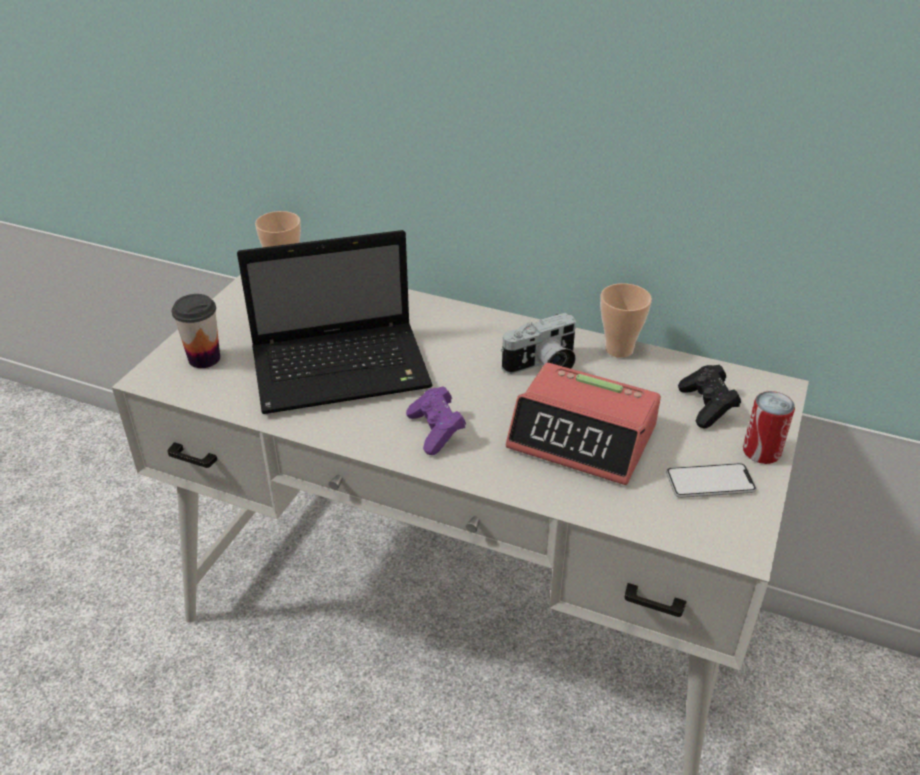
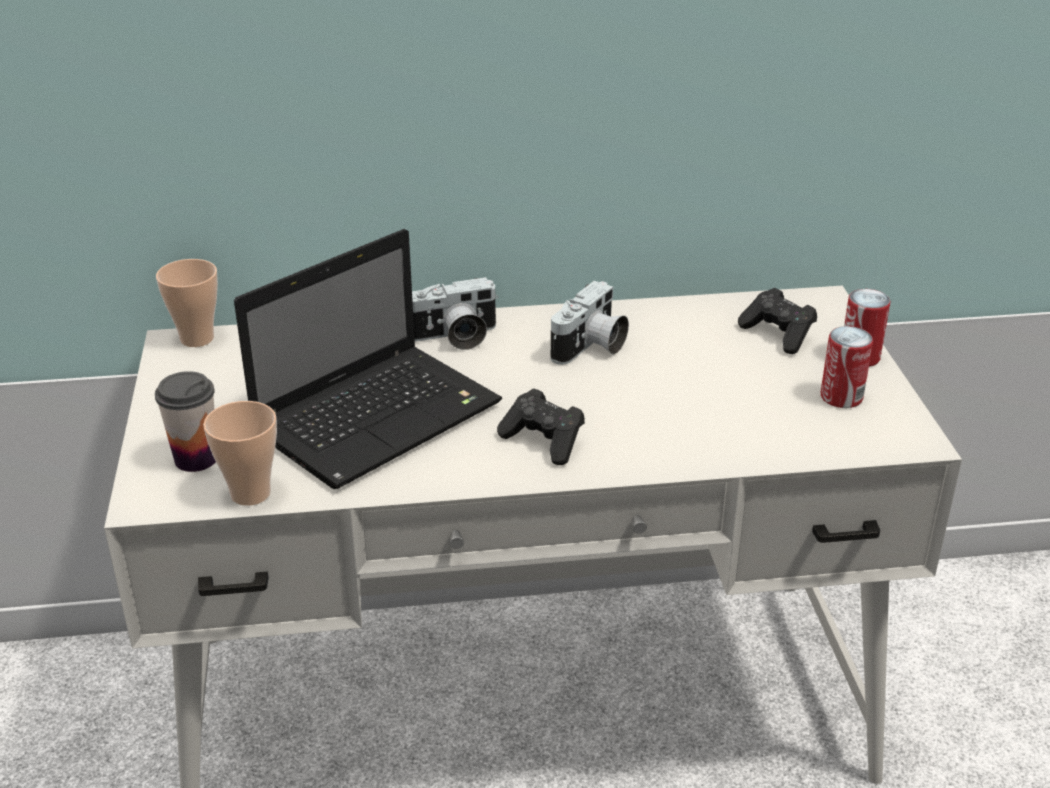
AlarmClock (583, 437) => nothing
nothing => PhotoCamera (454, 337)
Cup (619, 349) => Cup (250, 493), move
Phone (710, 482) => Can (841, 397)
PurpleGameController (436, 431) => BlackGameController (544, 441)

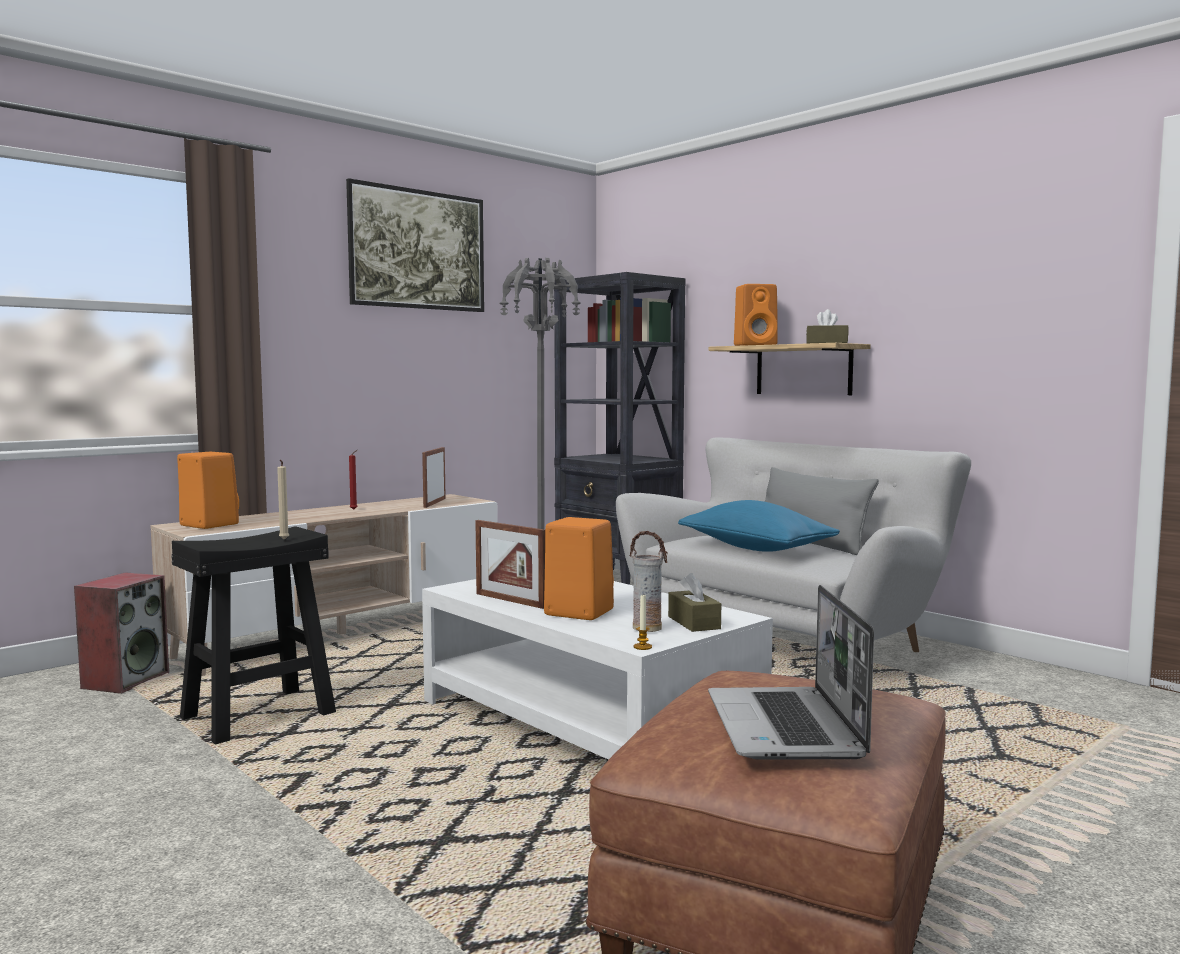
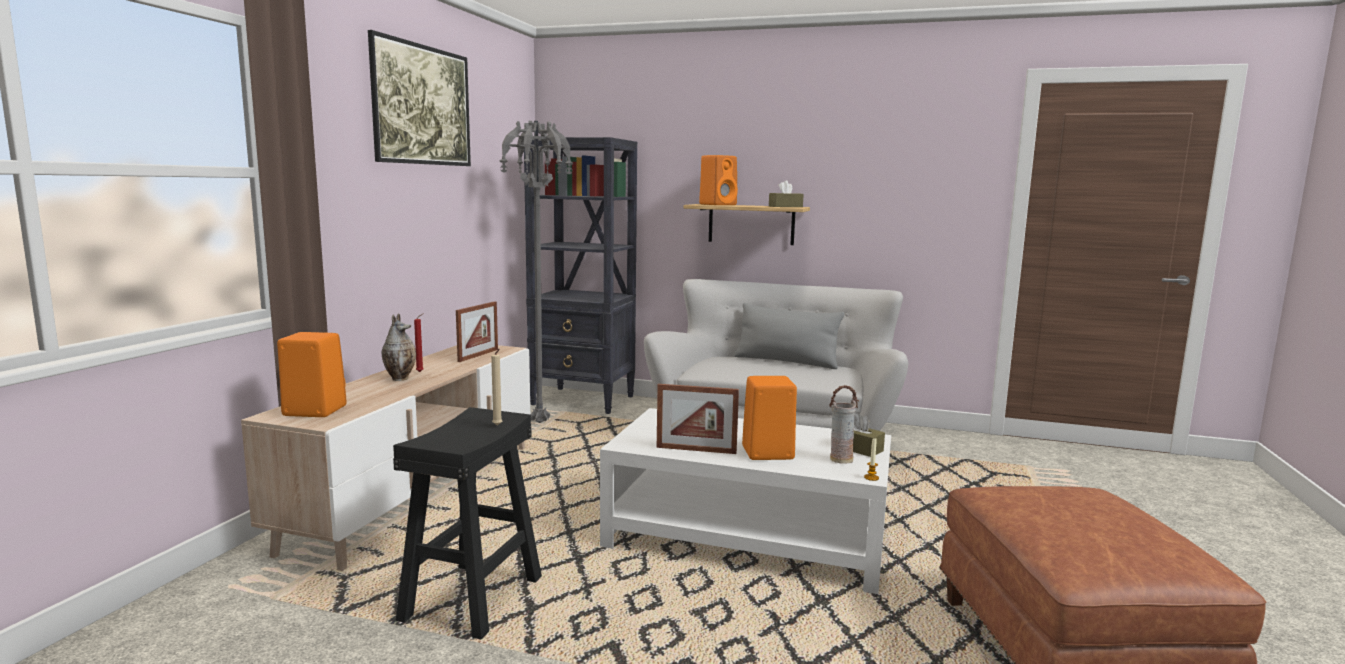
Speaker (125, 680) => nothing
BluePillow (755, 548) => nothing
Laptop (786, 727) => nothing
nothing => Vase (400, 378)
PictureFrame (434, 503) => PictureFrame (478, 355), 135 degrees counterclockwise

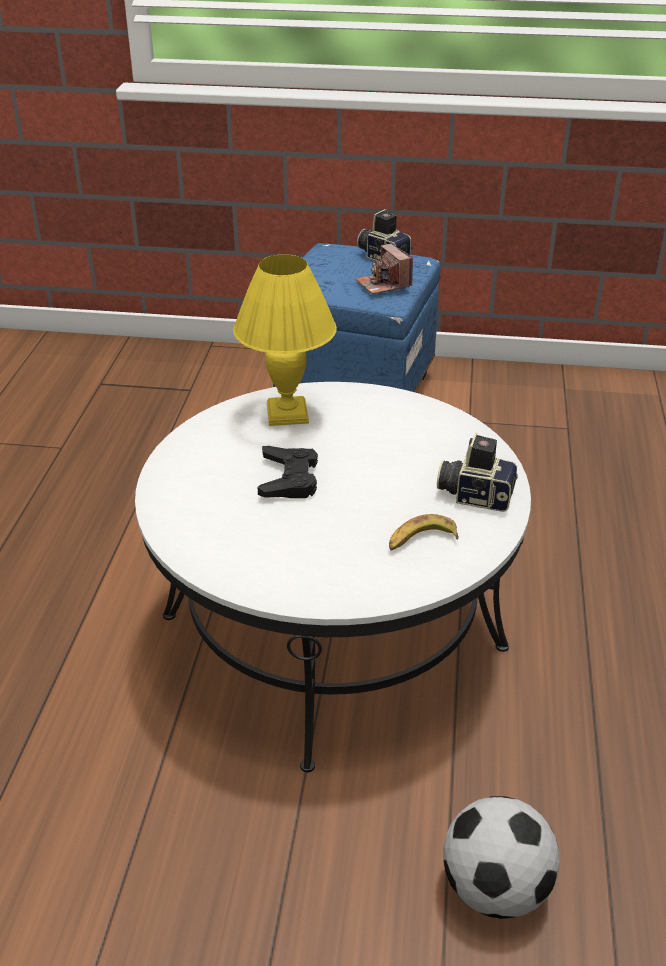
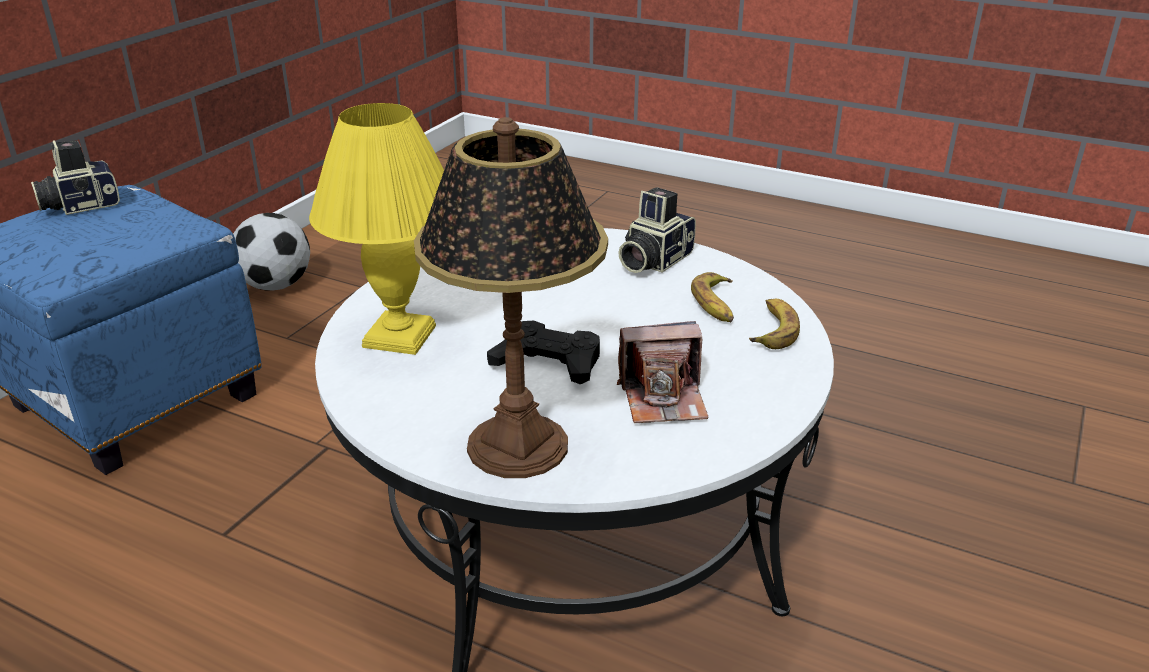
nothing => TableLamp (517, 445)
nothing => Banana (772, 329)
PhotoCamera (383, 284) => PhotoCamera (663, 398), move
Football (495, 888) => Football (275, 285), move

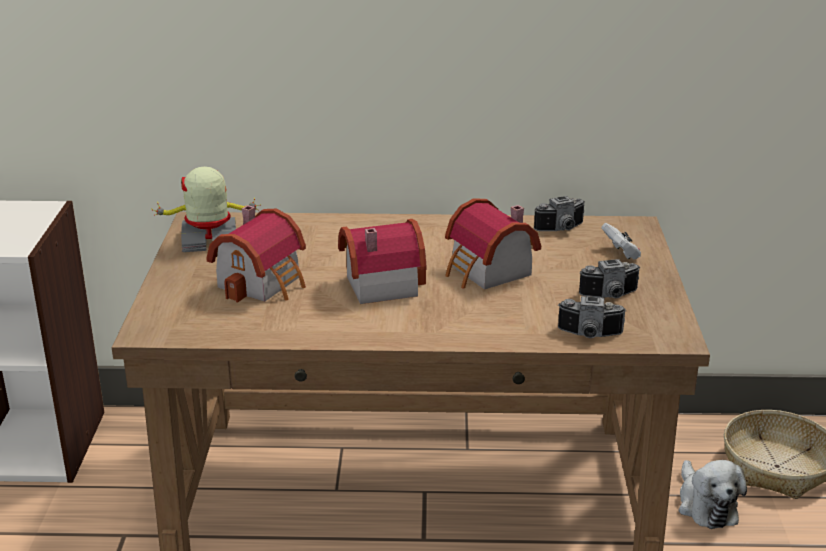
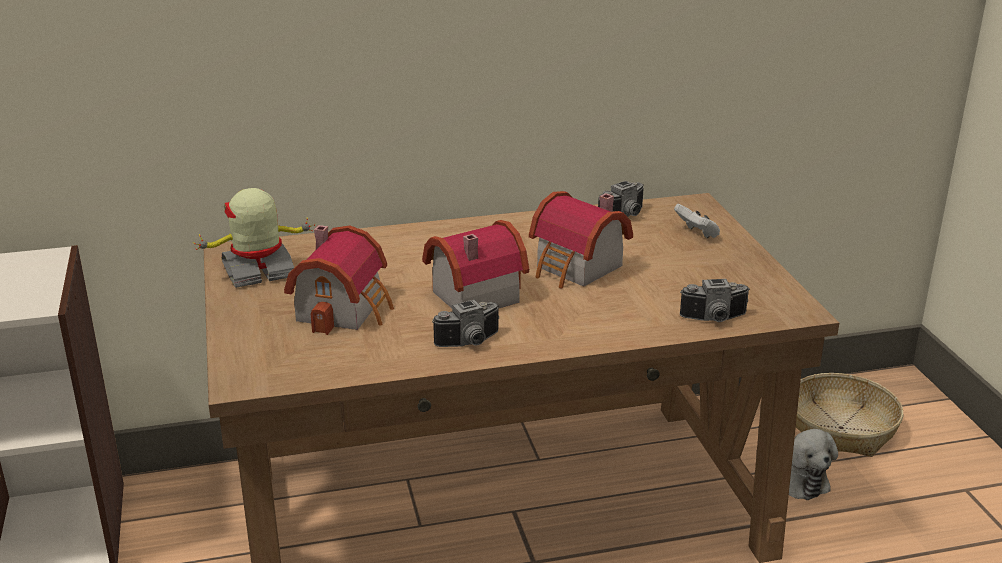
PhotoCamera (611, 296) => PhotoCamera (471, 343), move

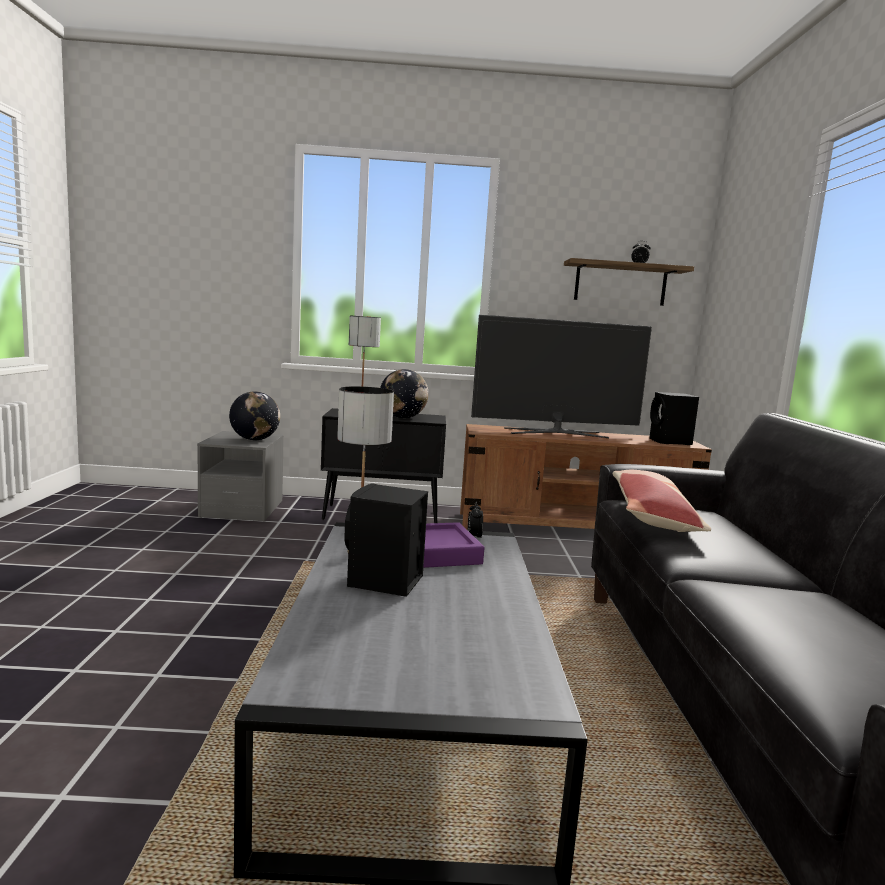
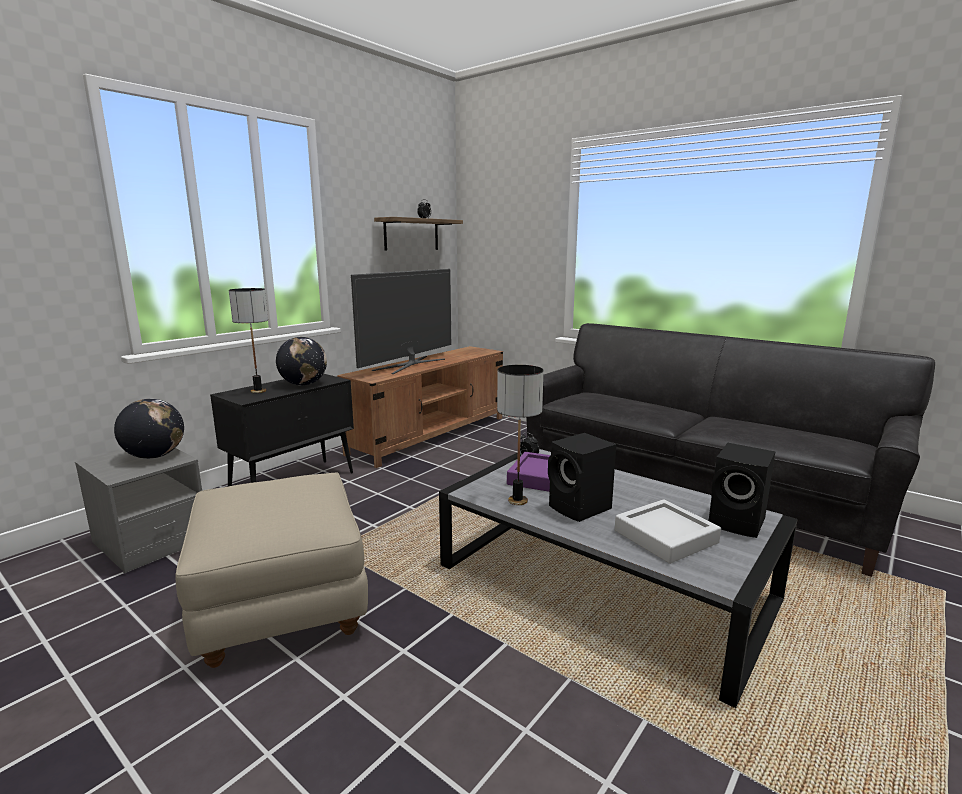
Pillow (652, 515) => nothing
nothing => BeigeOttoman (281, 606)
nothing => GreyTray (665, 537)
BlackSpeaker (670, 442) => BlackSpeaker (739, 523), move

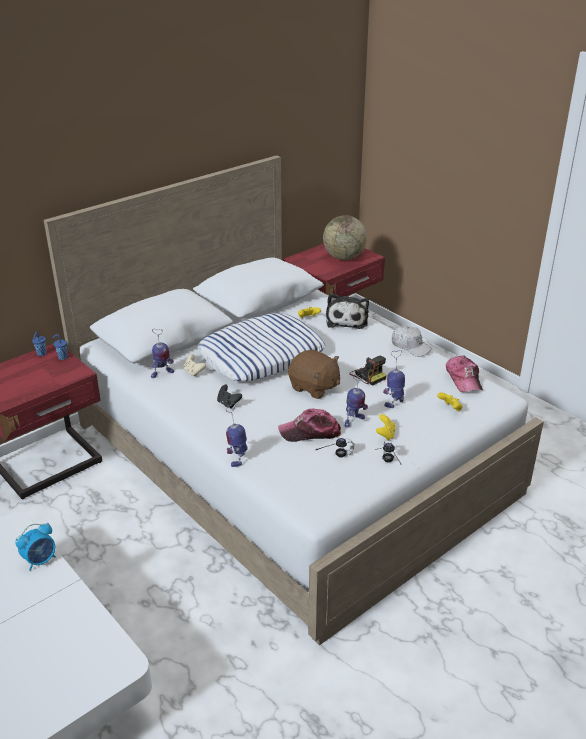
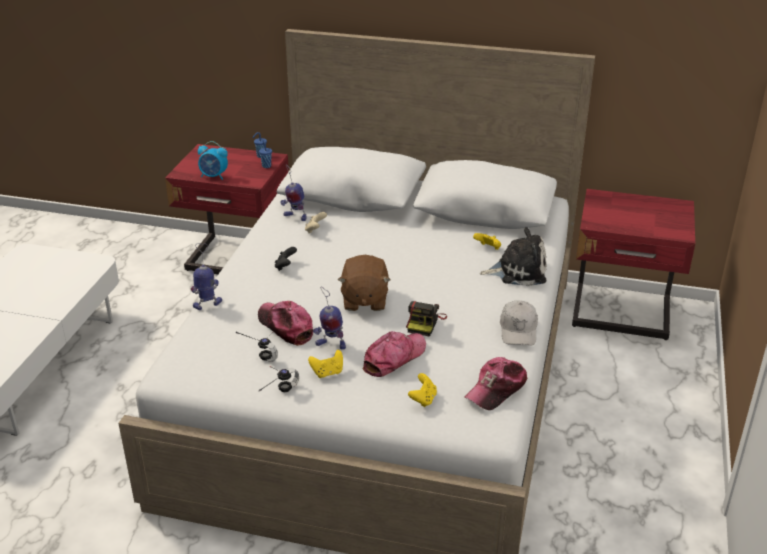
Pillow (261, 355) => nothing
Globe (344, 257) => nothing
AlarmClock (40, 560) => AlarmClock (214, 176), move
ToyRobot (395, 402) => Cap (394, 358)
PlushToy (347, 320) => PlushToy (518, 271), 150 degrees counterclockwise

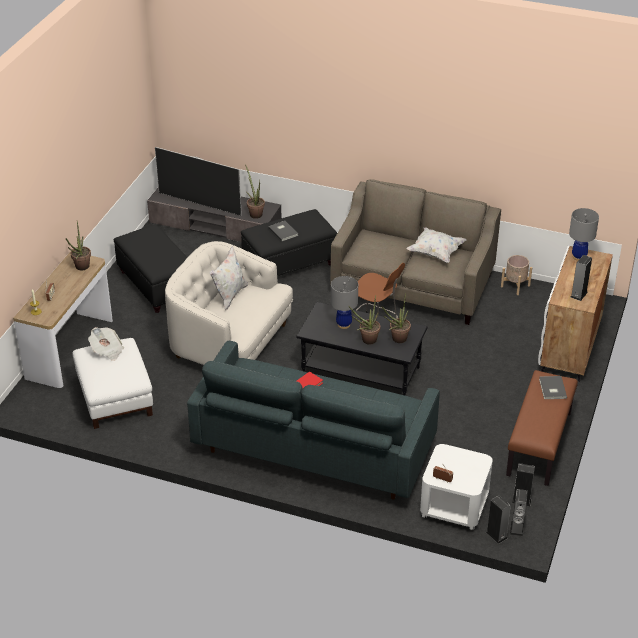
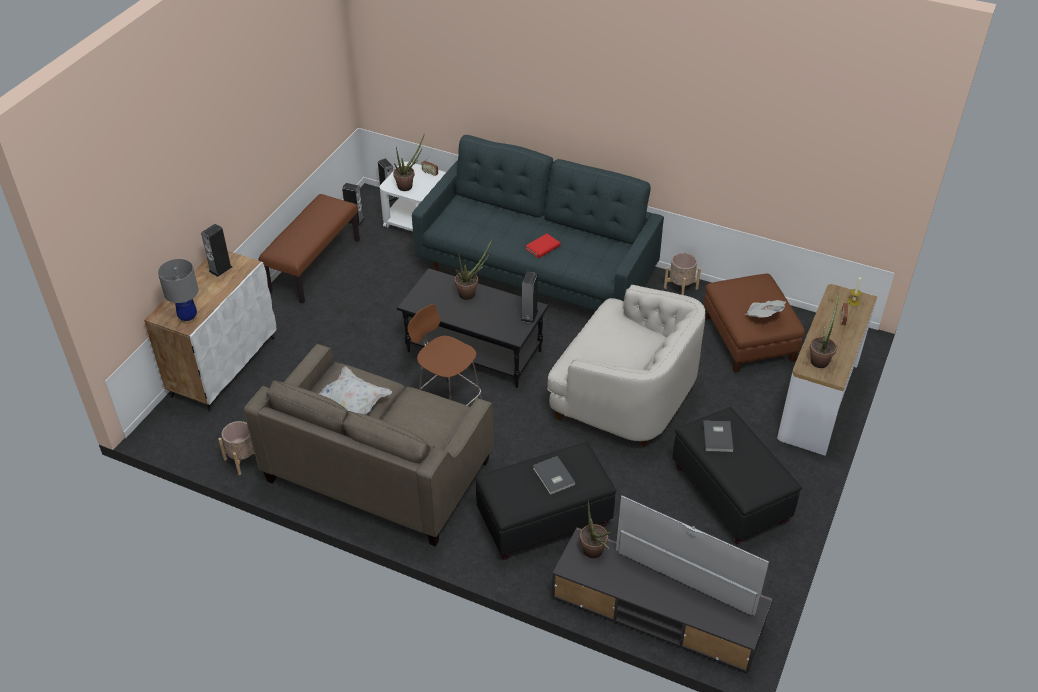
WhitePillow (229, 296) => nothing
GreyTableLamp (344, 324) => nothing
nothing => BeigePlanter (680, 288)
PottedPlant (396, 340) => PottedPlant (408, 185), move
Speaker (517, 528) => Speaker (529, 315), move
GreyBook (551, 389) => GreyBook (718, 437), move
WhiteOttoman (115, 397) => BrownOttoman (747, 338)

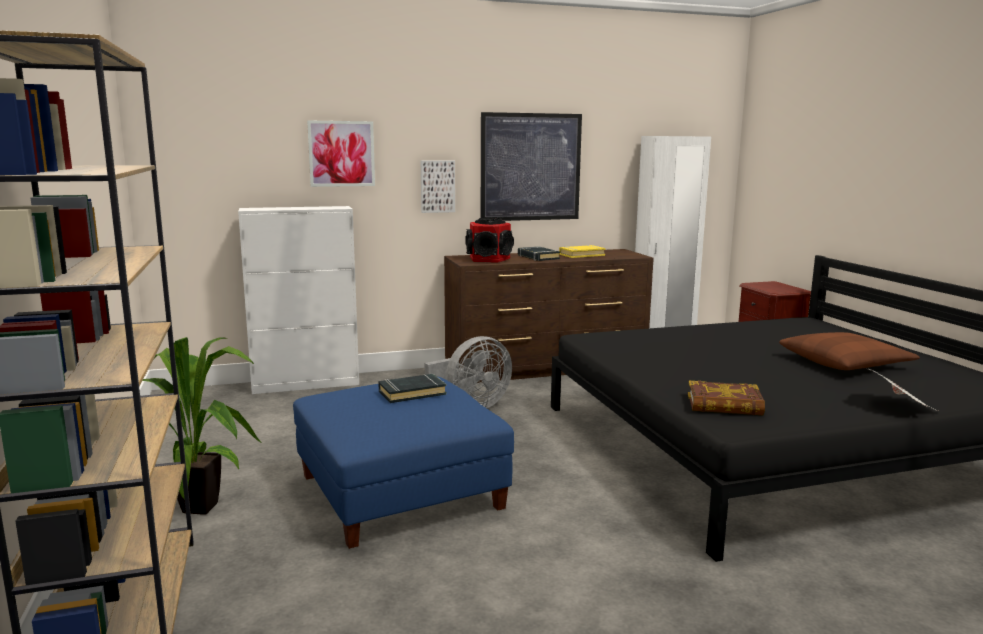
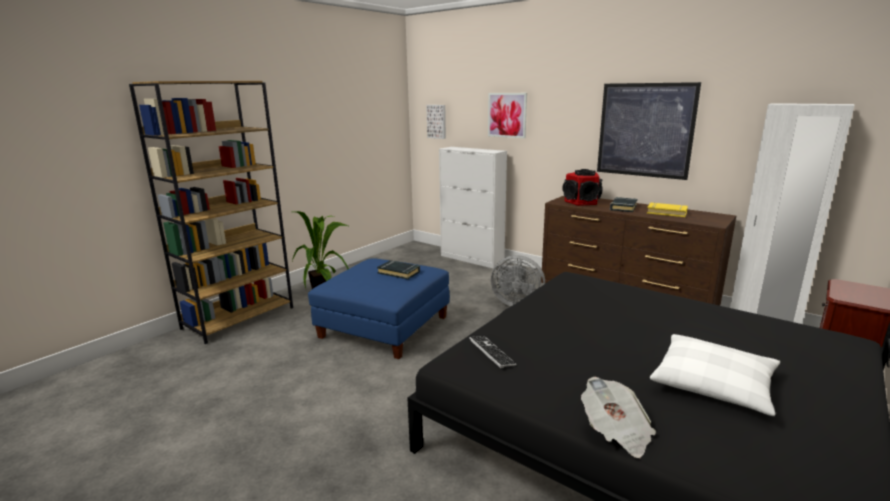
Picture (437, 186) => Picture (437, 121), move
Book (724, 405) => Keyboard (491, 352)
BrownPillow (844, 363) => WhitePillow (713, 384)

